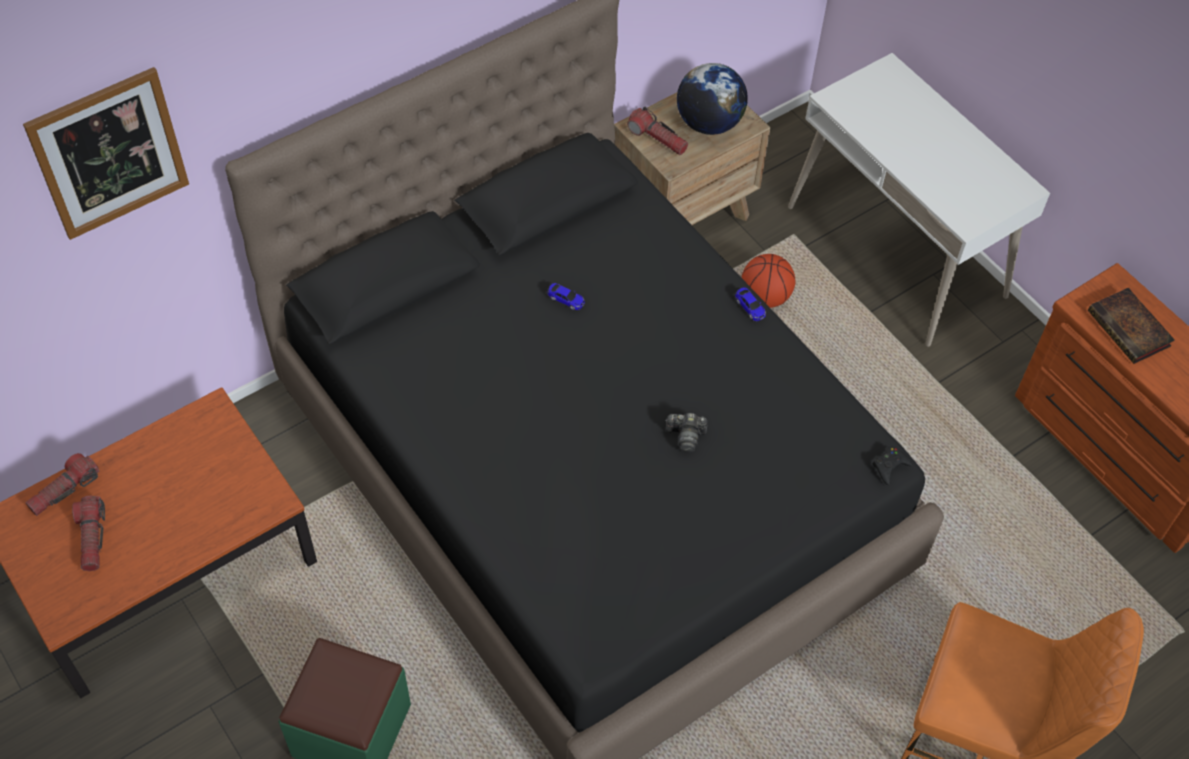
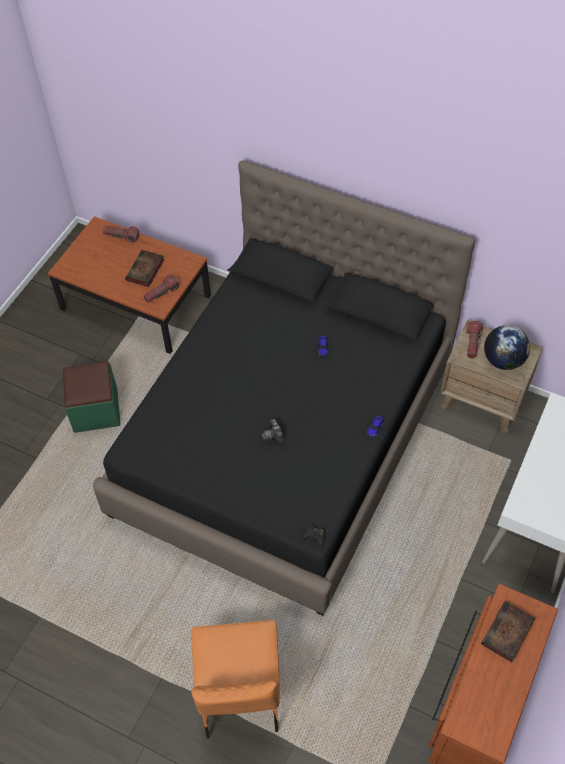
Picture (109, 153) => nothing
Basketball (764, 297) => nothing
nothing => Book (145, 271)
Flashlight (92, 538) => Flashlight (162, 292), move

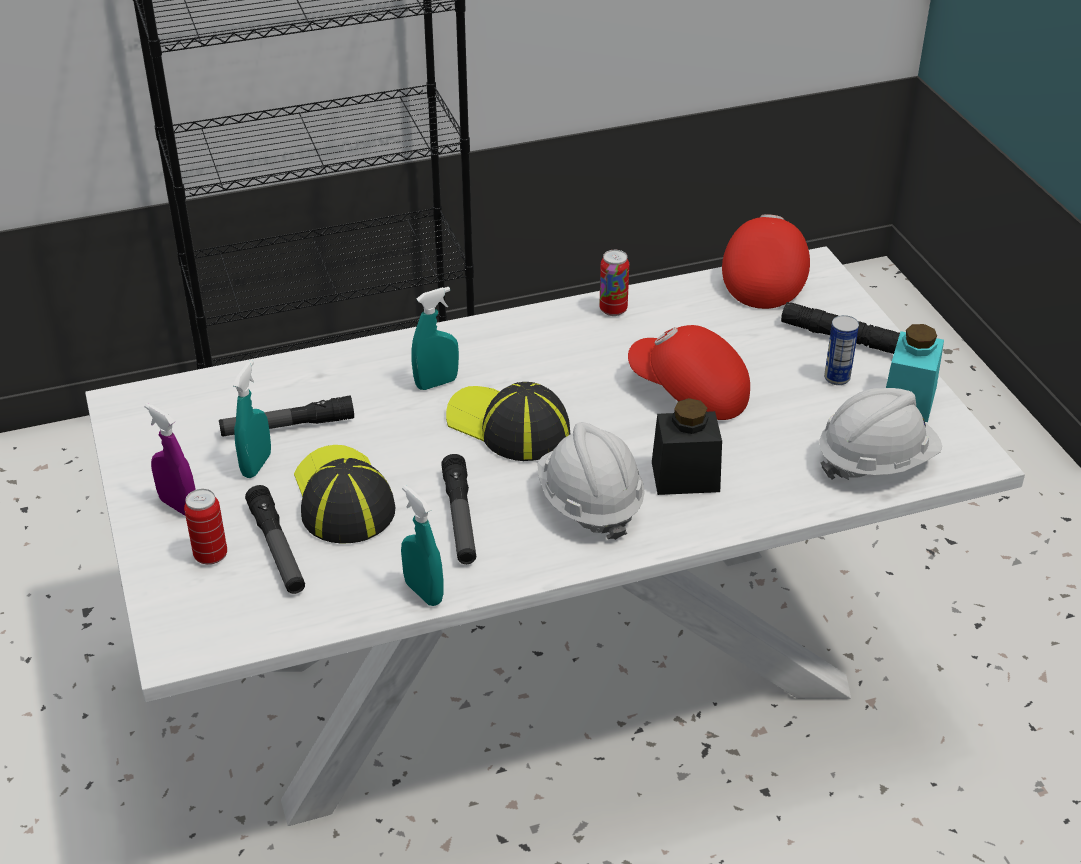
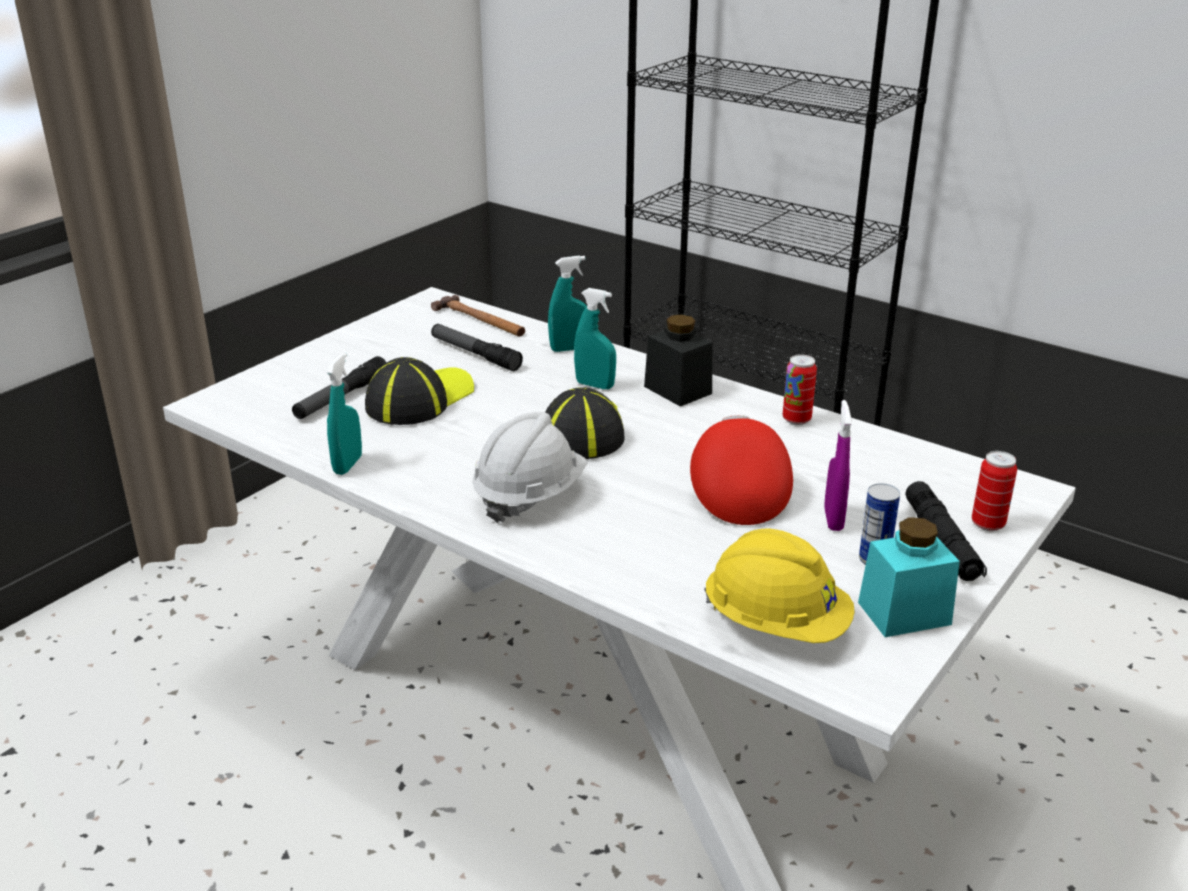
Flashlight (460, 518) => nothing
RedCap (763, 278) => nothing
nothing => Hammer (480, 320)
PurpleSprayBottle (178, 506) => PurpleSprayBottle (833, 519), move
Can (211, 555) => Can (988, 524), move
TurquoiseSprayBottle (256, 465) => TurquoiseSprayBottle (569, 349), move
BlackJar (685, 477) => BlackJar (678, 390), move
WhiteHardHat (875, 461) => YellowHardHat (776, 624)

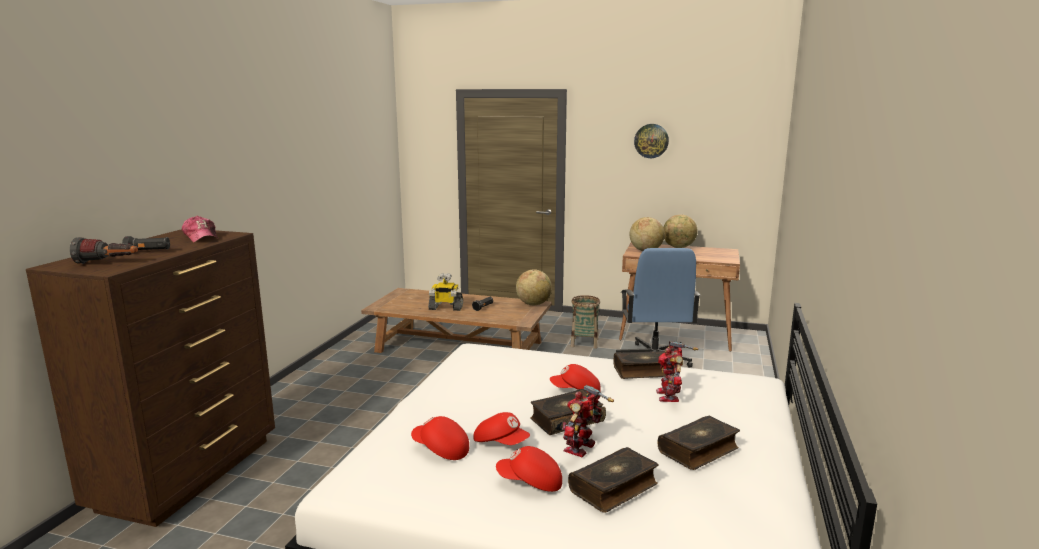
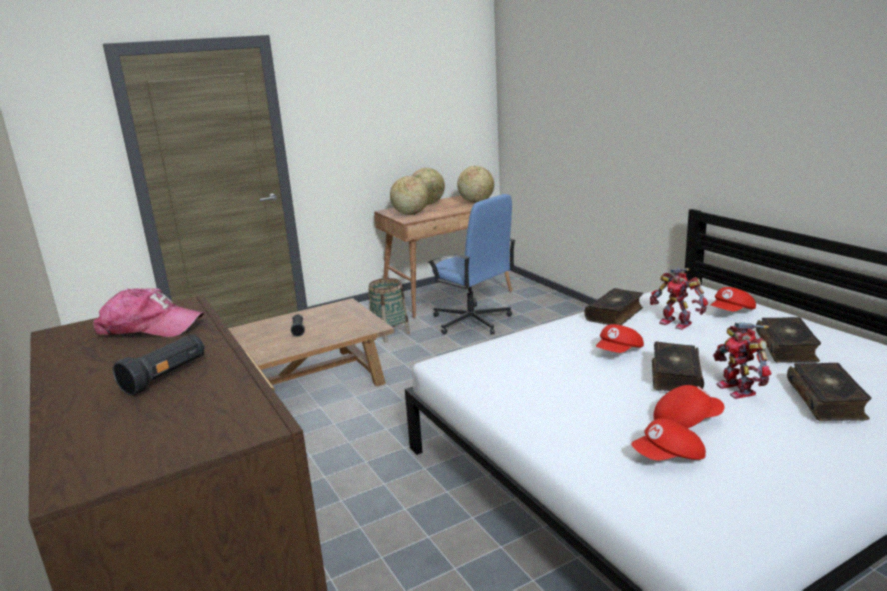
Flashlight (108, 263) => nothing
ToyRobot (445, 308) => nothing
WallClock (651, 141) => nothing
RedCap (530, 483) => RedCap (732, 313), move
Globe (533, 304) => Globe (476, 202), move

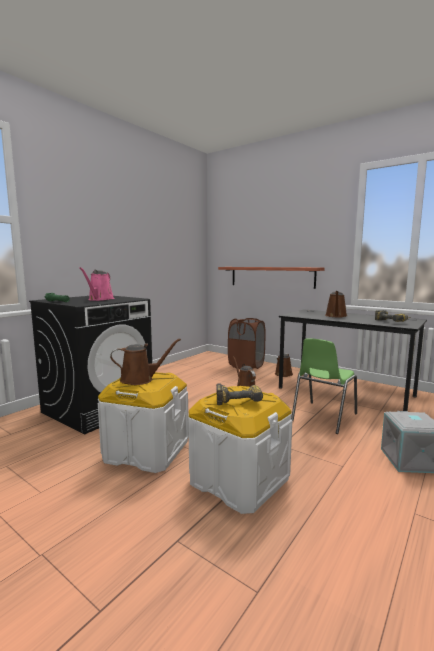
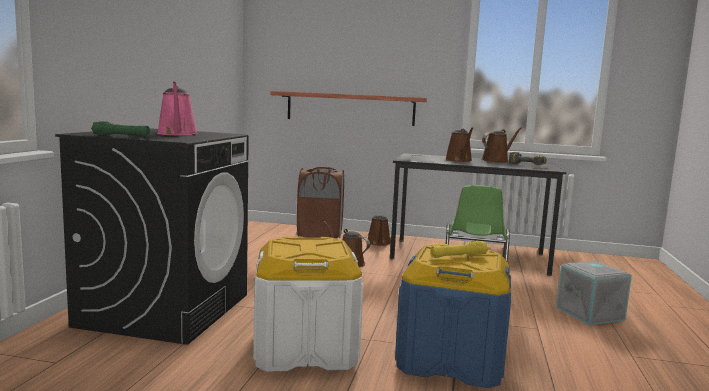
BrownWateringCan (140, 379) => BrownWateringCan (496, 161), move
PowerDrill (238, 399) => YellowFlashlight (458, 256)
WhiteStorageBox (239, 480) => BlueStorageBox (451, 359)

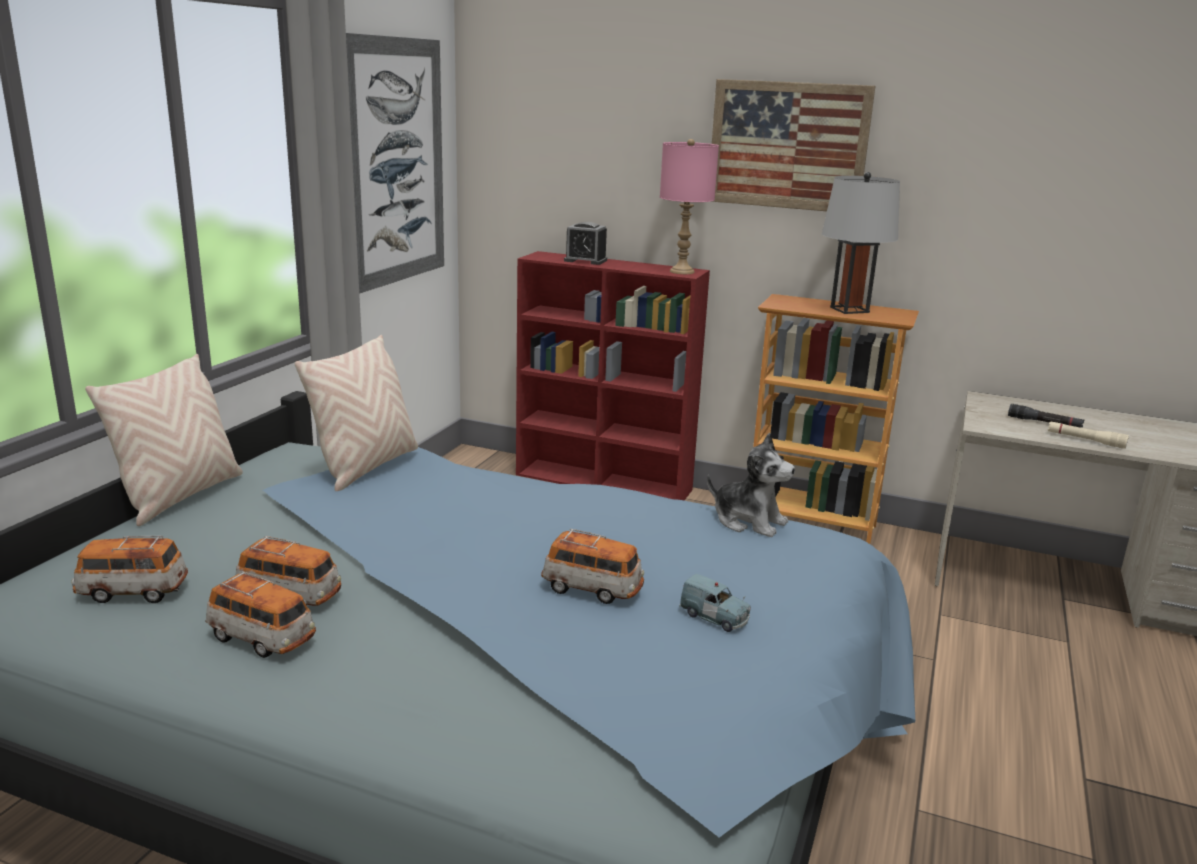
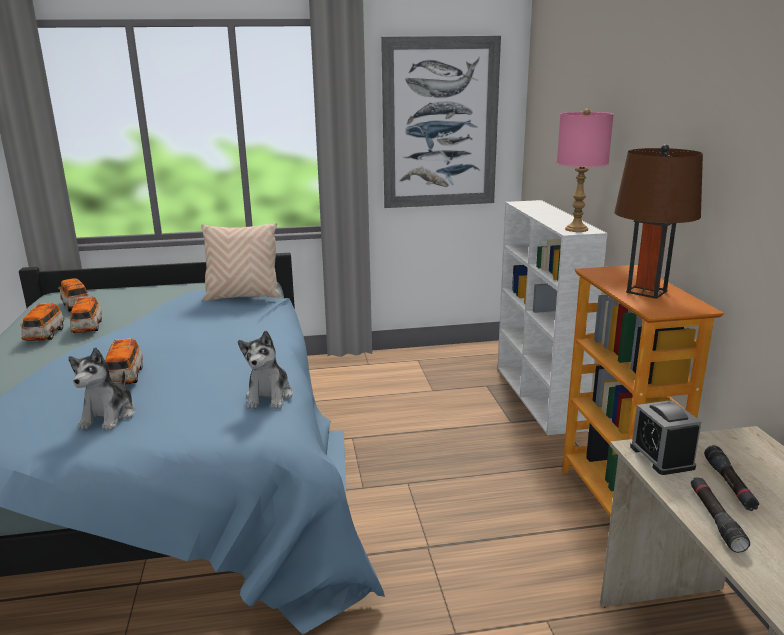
BeigePillow (180, 496) => nothing
Picture (788, 146) => nothing
AlarmClock (585, 260) => AlarmClock (661, 457), move
BlueToyCar (715, 617) => PlushToy (109, 416)
RedBookcase (605, 482) => WhiteBookcase (538, 397)
GreyTableLamp (849, 310) => BrownTableLamp (646, 291)
BeigeFlashlight (1085, 440) => BlackFlashlight (715, 519)

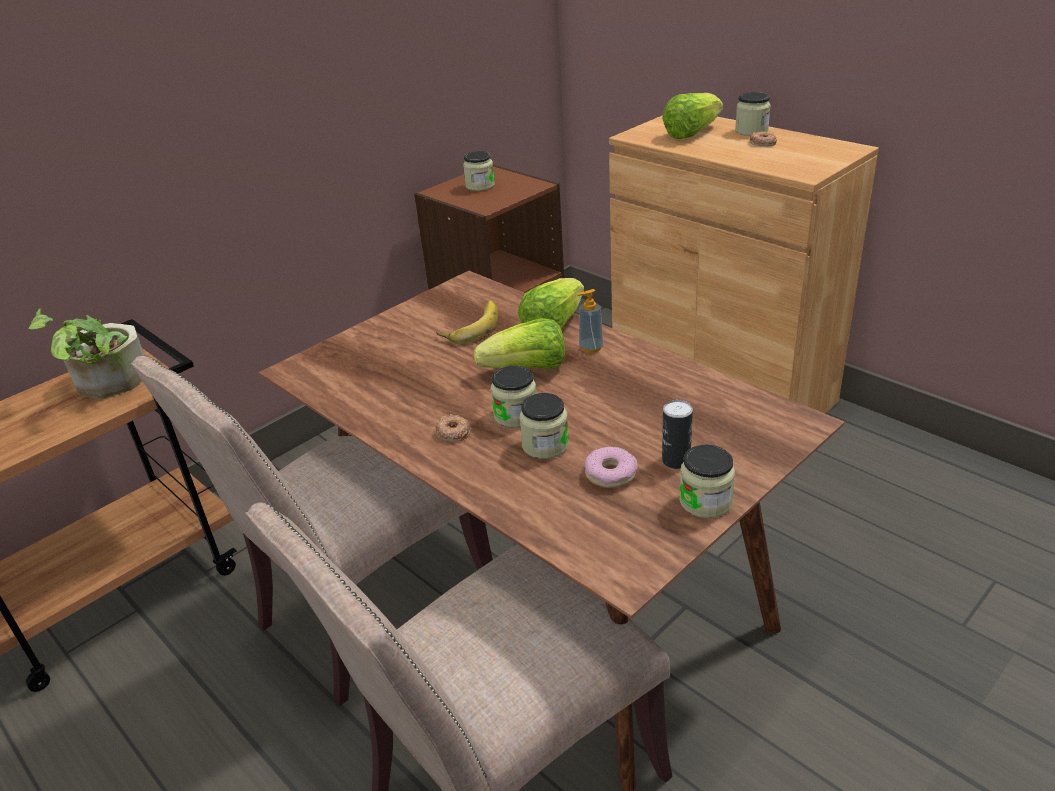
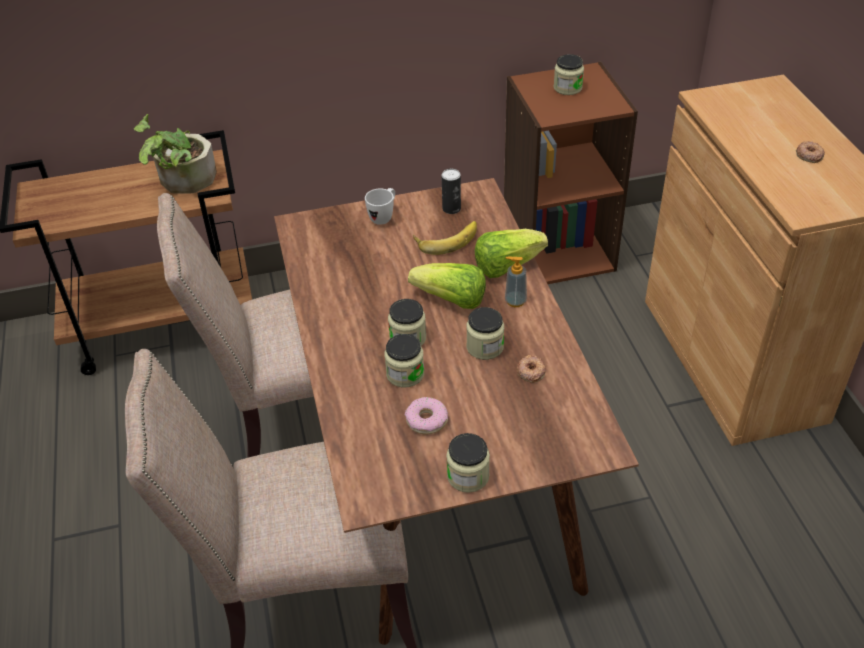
Lettuce (691, 133) => nothing
nothing => WhiteMug (383, 217)
Donut (453, 432) => Donut (530, 371), move
Can (676, 460) => Can (451, 208), move
Jar (751, 131) => Jar (485, 347), move

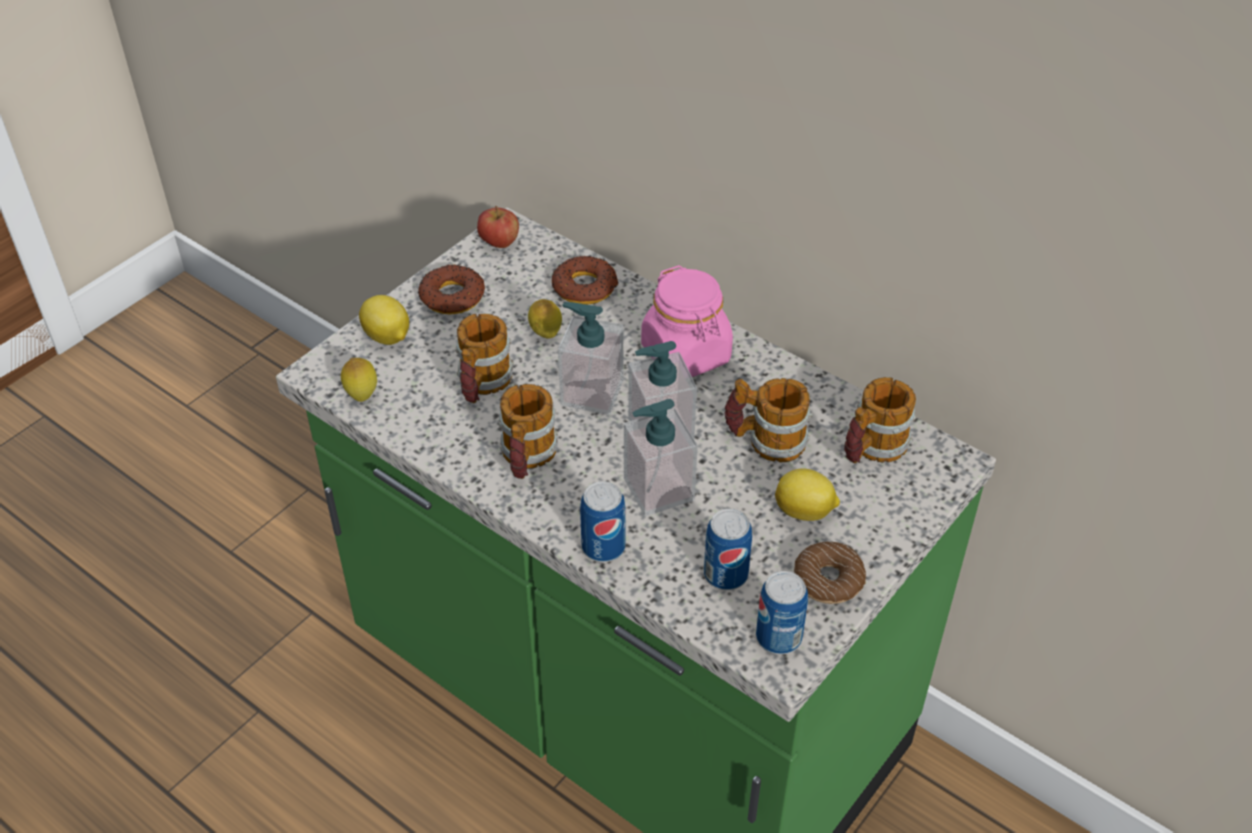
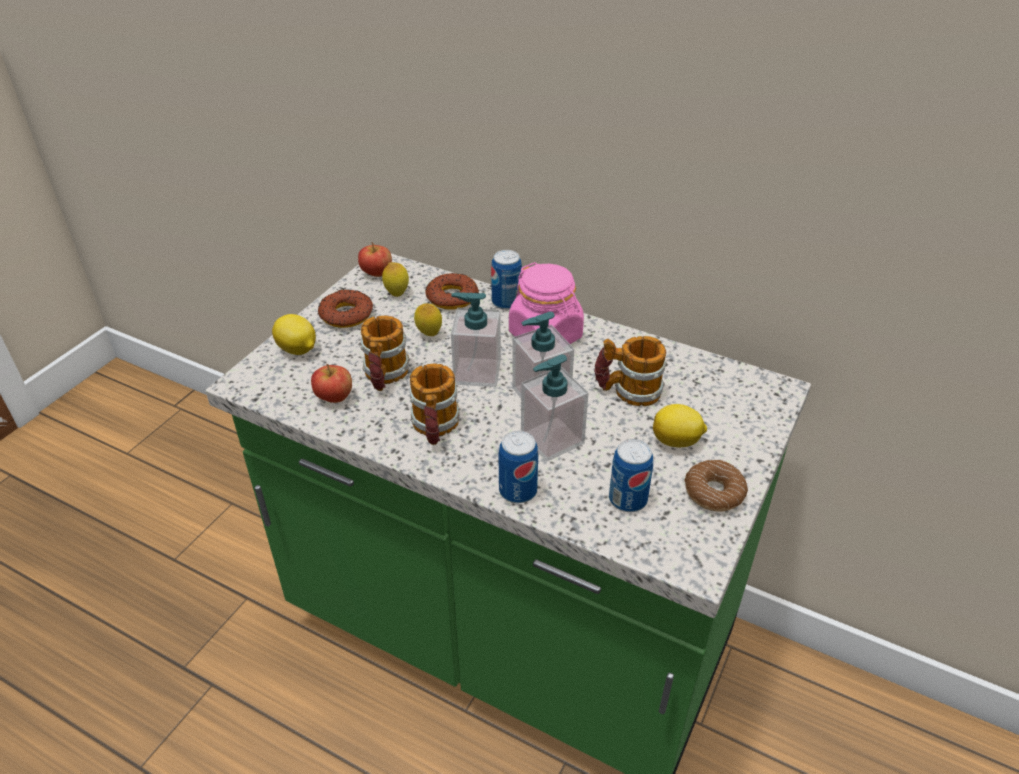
Mug (871, 449) => nothing
nothing => Apple (334, 398)
Lemon (362, 396) => Lemon (397, 293), move
Can (778, 637) => Can (506, 302), move

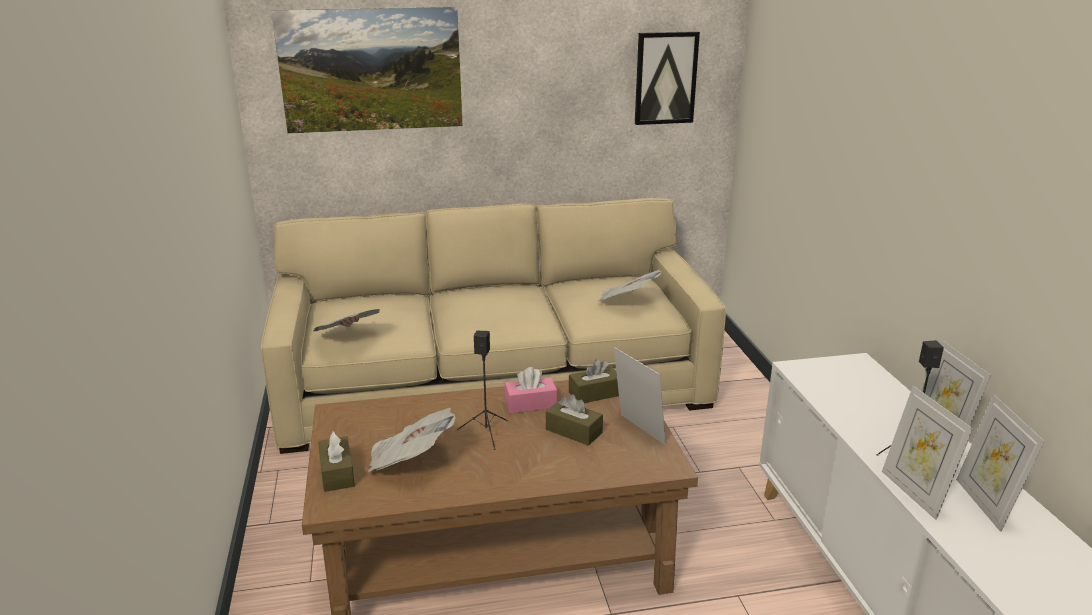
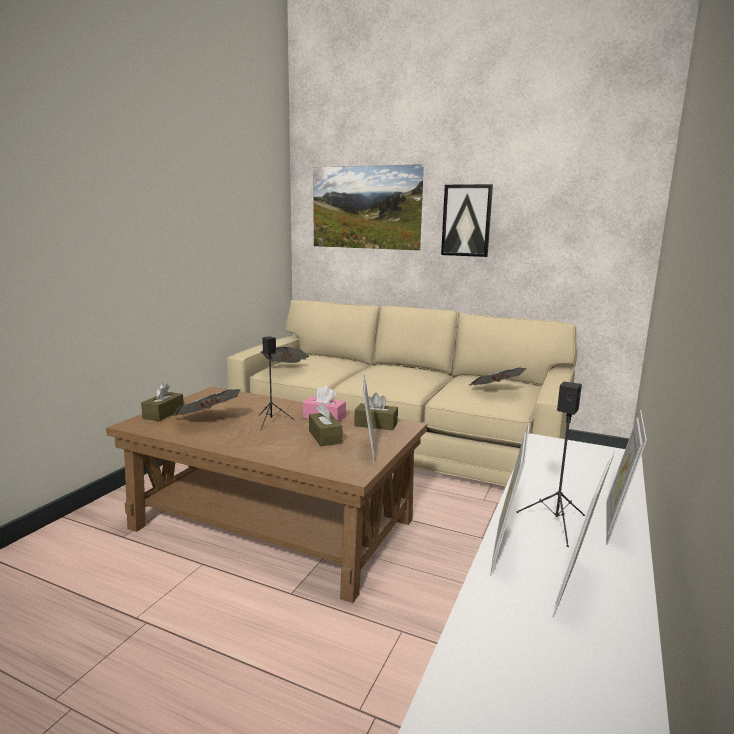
Picture (665, 78) => Picture (466, 220), move

